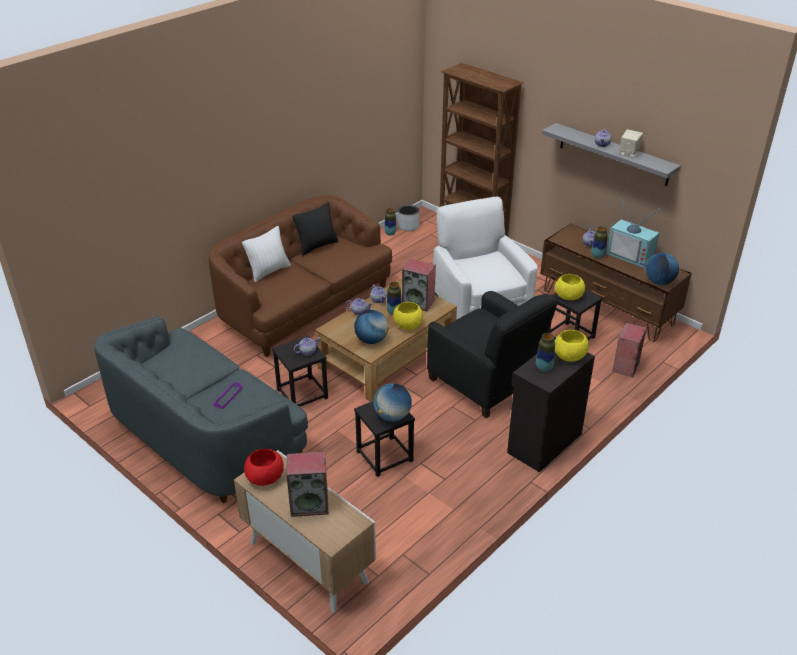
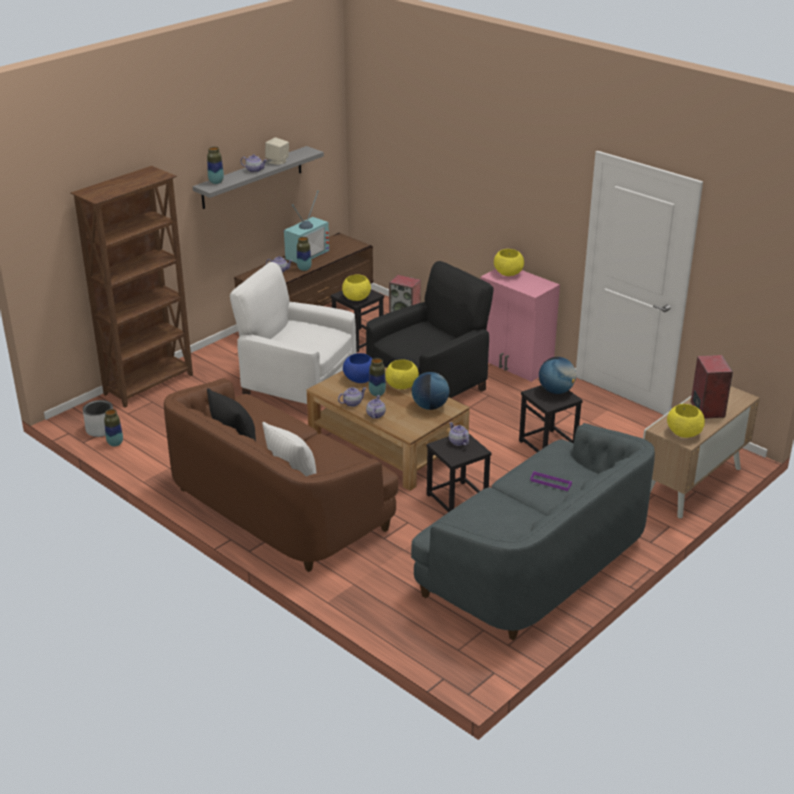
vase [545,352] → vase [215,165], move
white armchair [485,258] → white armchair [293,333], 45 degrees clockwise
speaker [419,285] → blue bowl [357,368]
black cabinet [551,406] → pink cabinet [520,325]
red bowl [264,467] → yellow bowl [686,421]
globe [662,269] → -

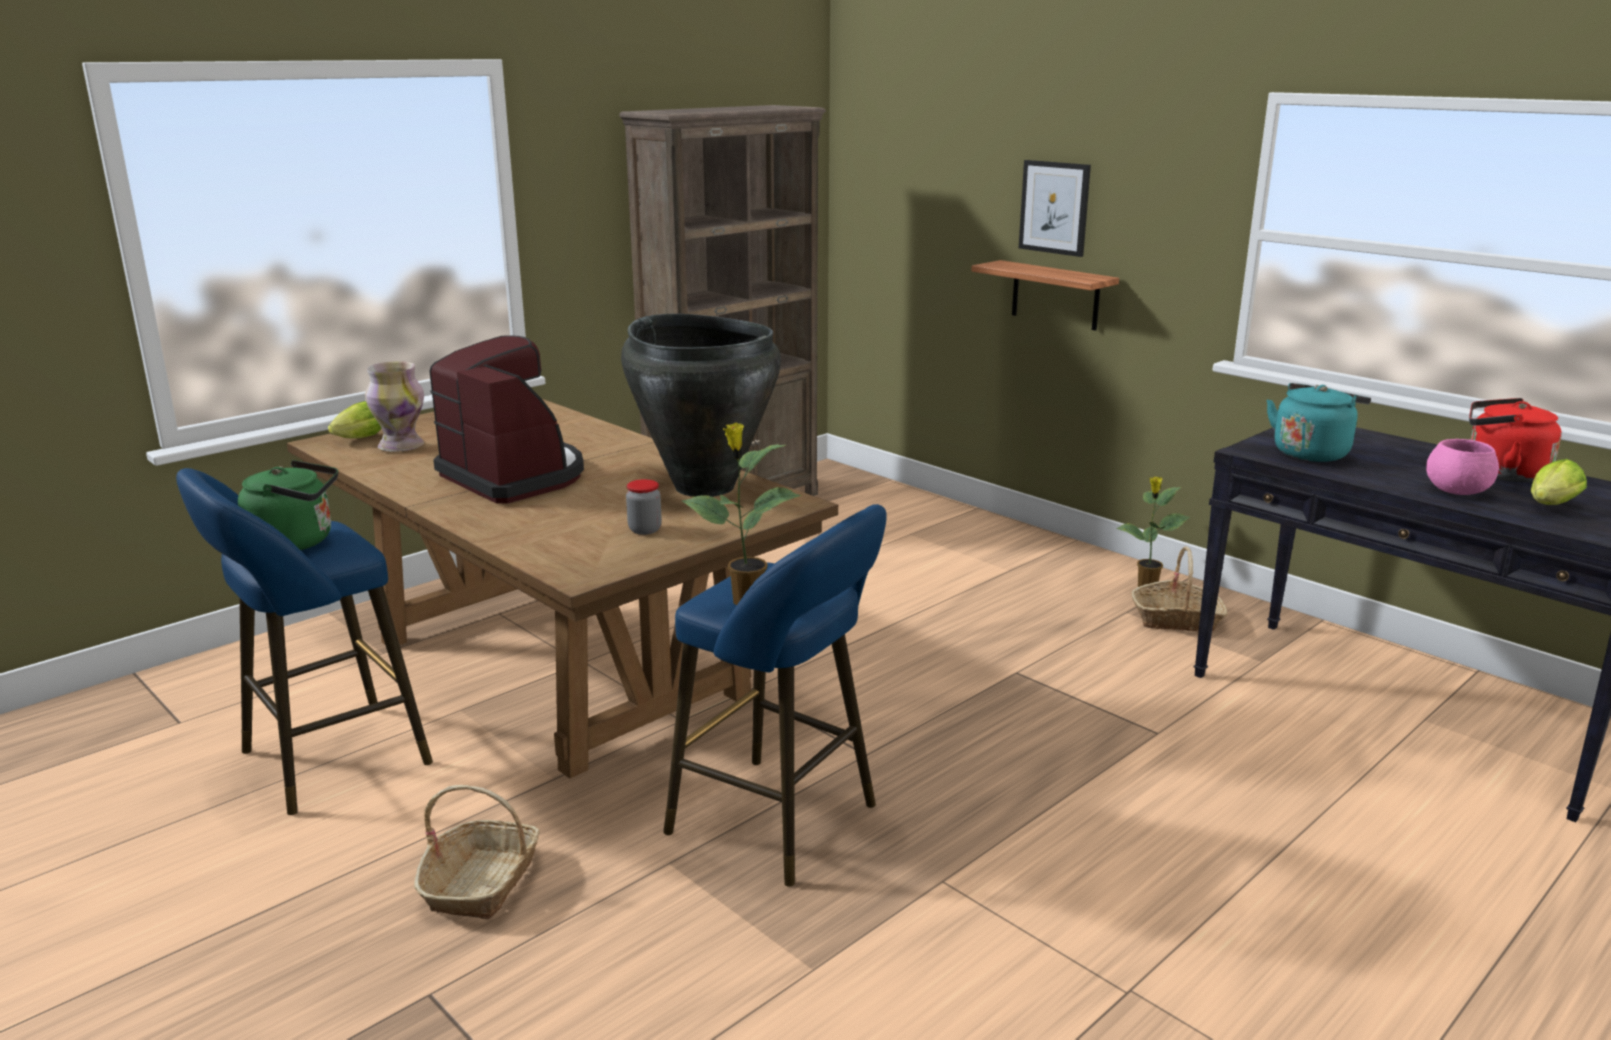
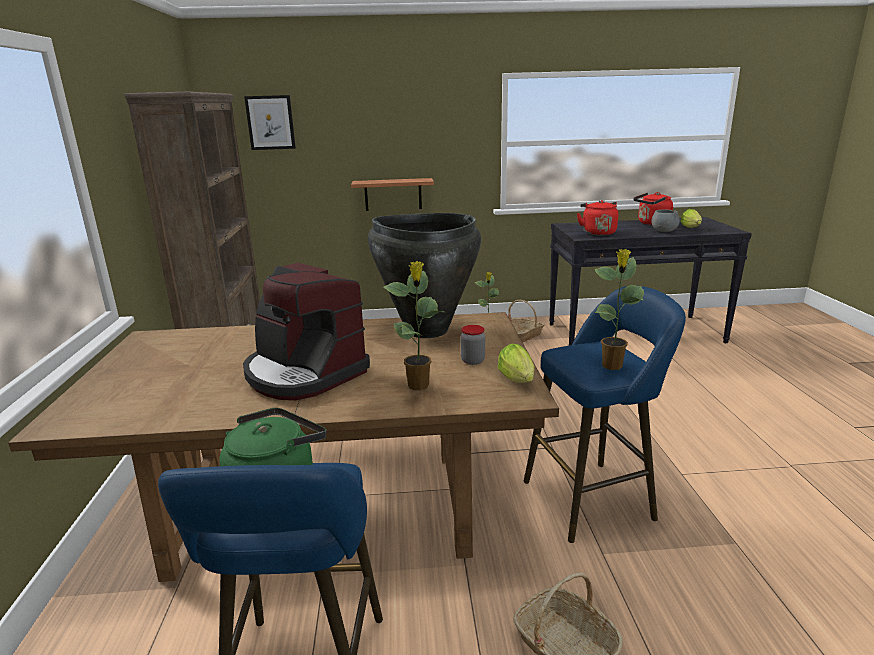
coffee machine [506,419] → coffee machine [306,331], 135 degrees counterclockwise
picture [1055,208] → picture [270,122], move
- → potted plant [415,325]
lettuce [355,419] → lettuce [516,363], move
turquoise kettle [1318,422] → red kettle [597,218]
pink bowl [1462,467] → grey bowl [665,220]
vase [394,406] → -

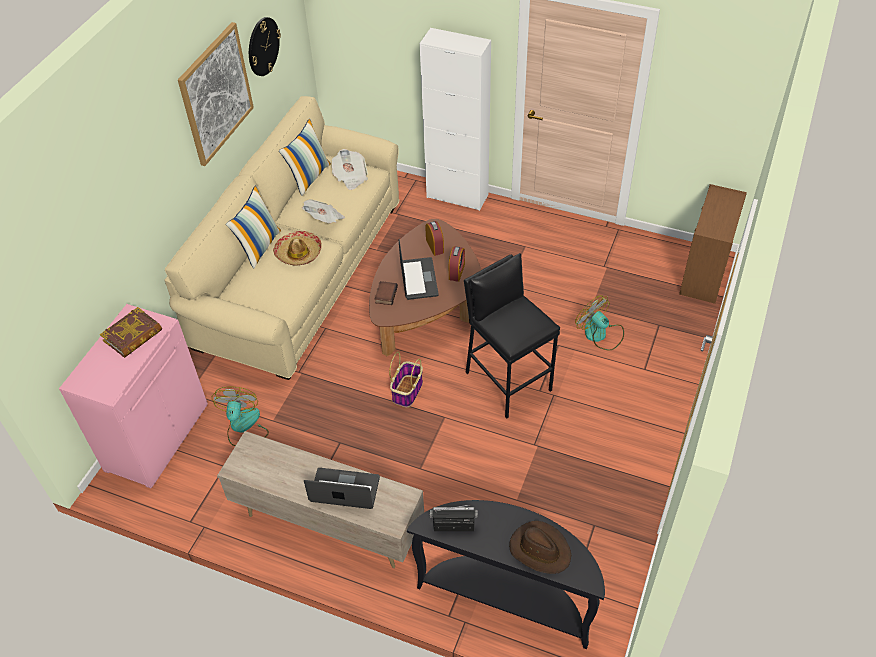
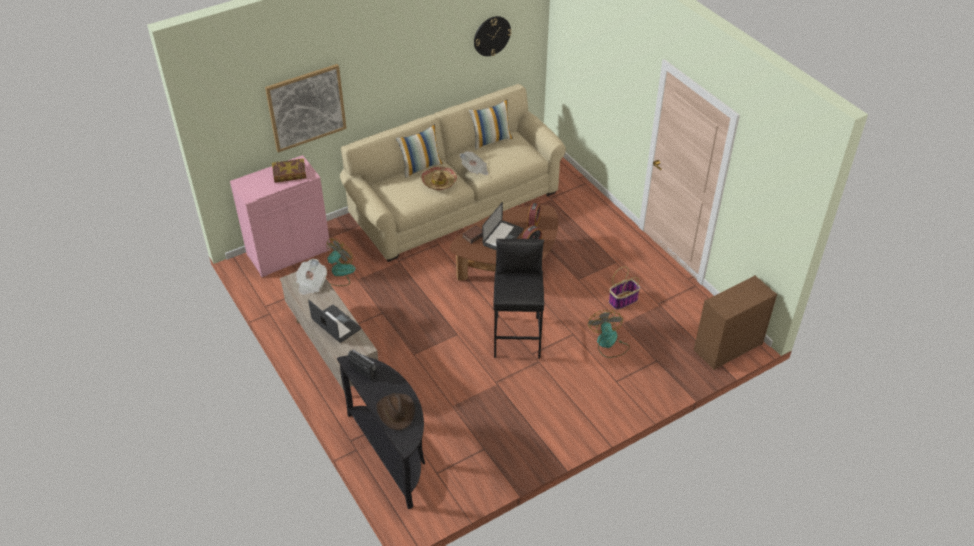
picture [216,94] → picture [306,108], move
newspaper [350,169] → newspaper [311,277], move
basket [406,379] → basket [625,288], move
white cabinet [455,119] → -

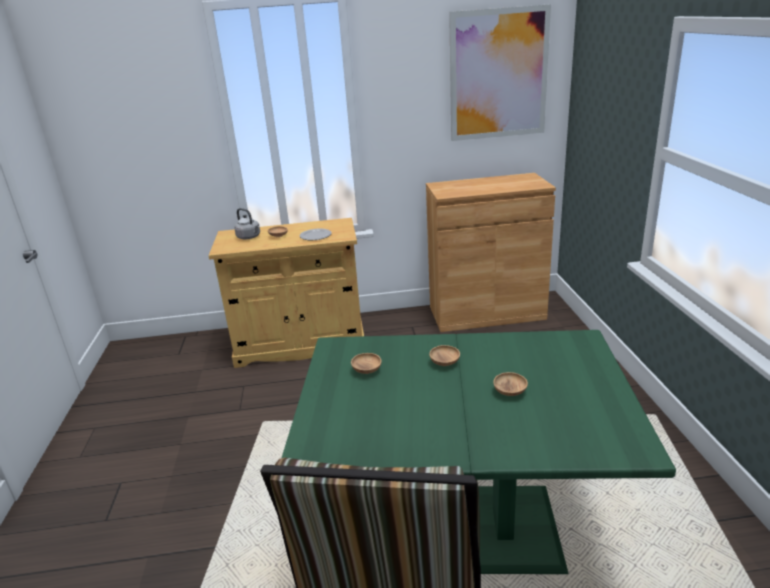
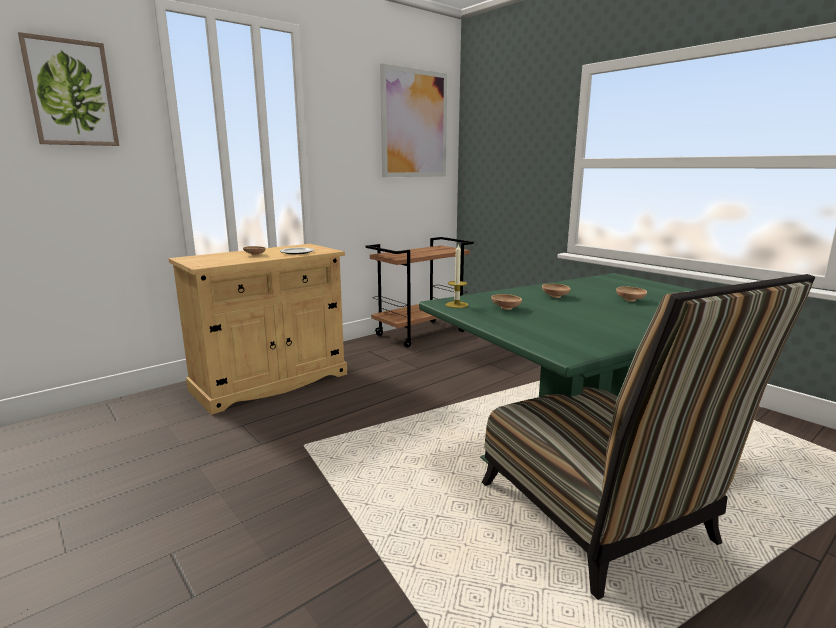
- → picture [68,89]
brown cabinet [491,252] → brown cart [420,292]
- → candle [457,276]
grey kettle [247,223] → -

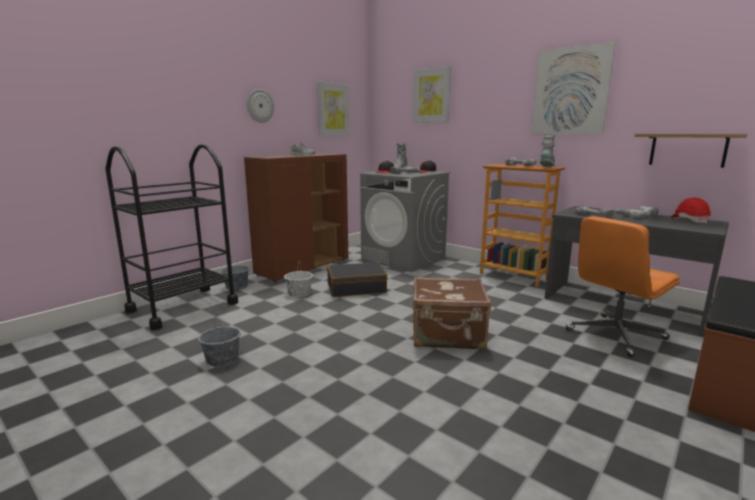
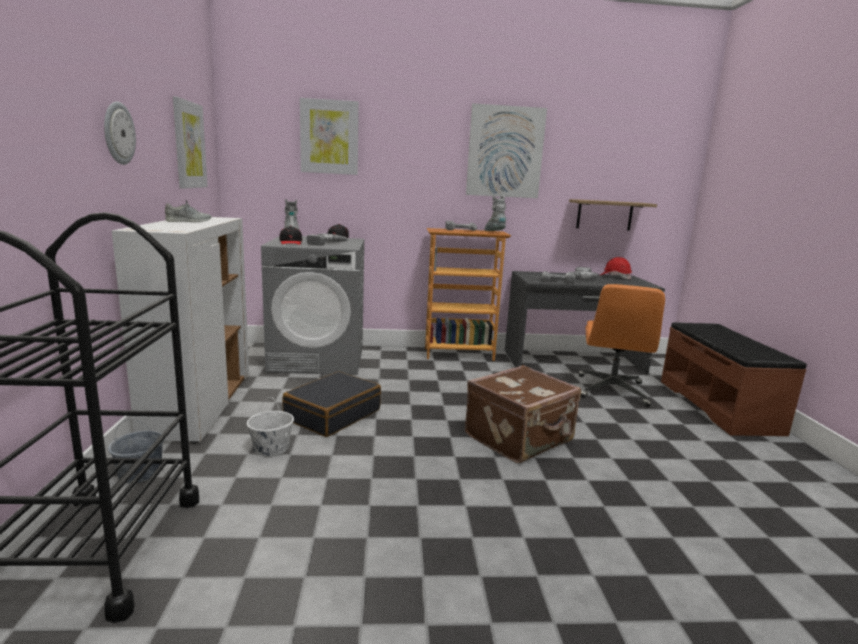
brown cabinet [296,217] → white cabinet [180,330]
grey bucket [219,341] → -

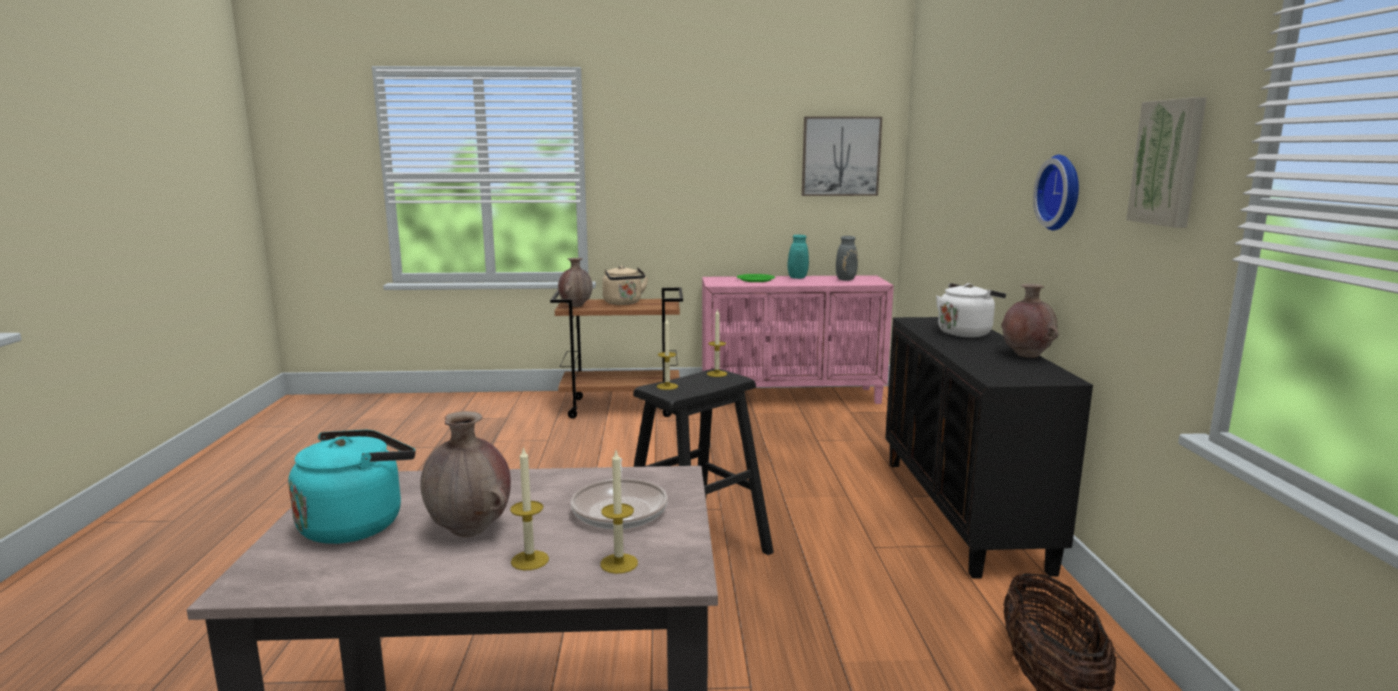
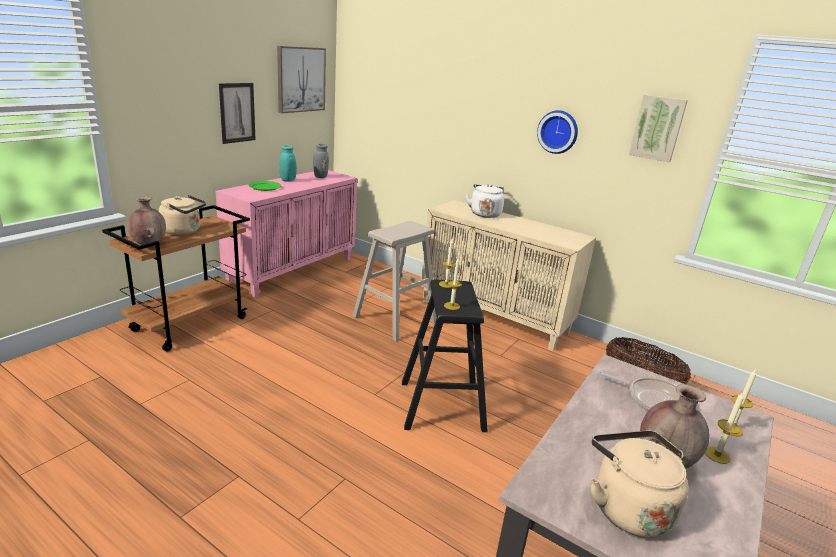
- → picture [237,113]
- → beige stool [394,281]
black cabinet [989,448] → beige cabinet [508,275]
turquoise kettle [351,487] → beige kettle [640,484]
brown vase [1030,321] → -

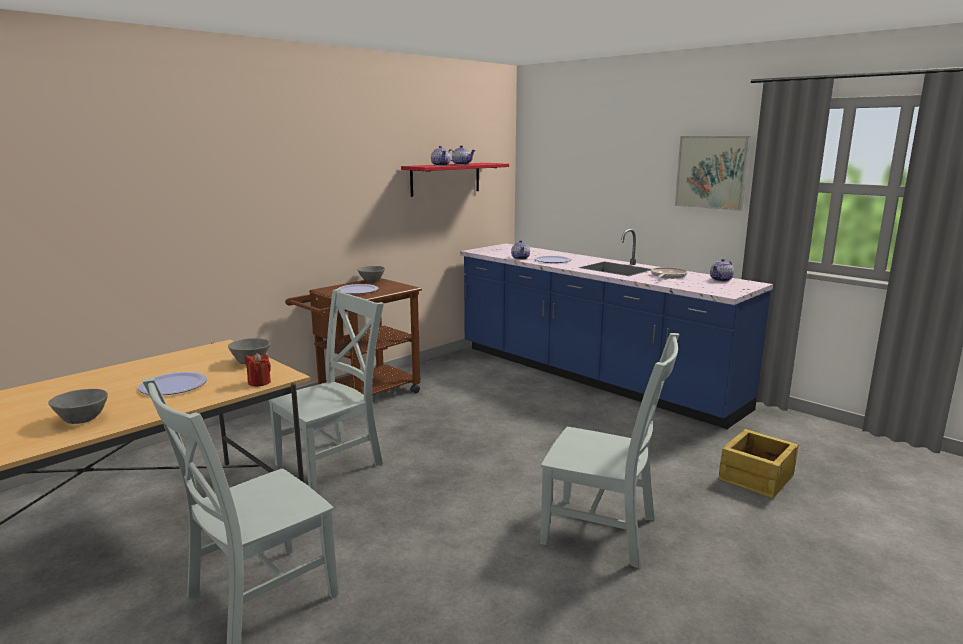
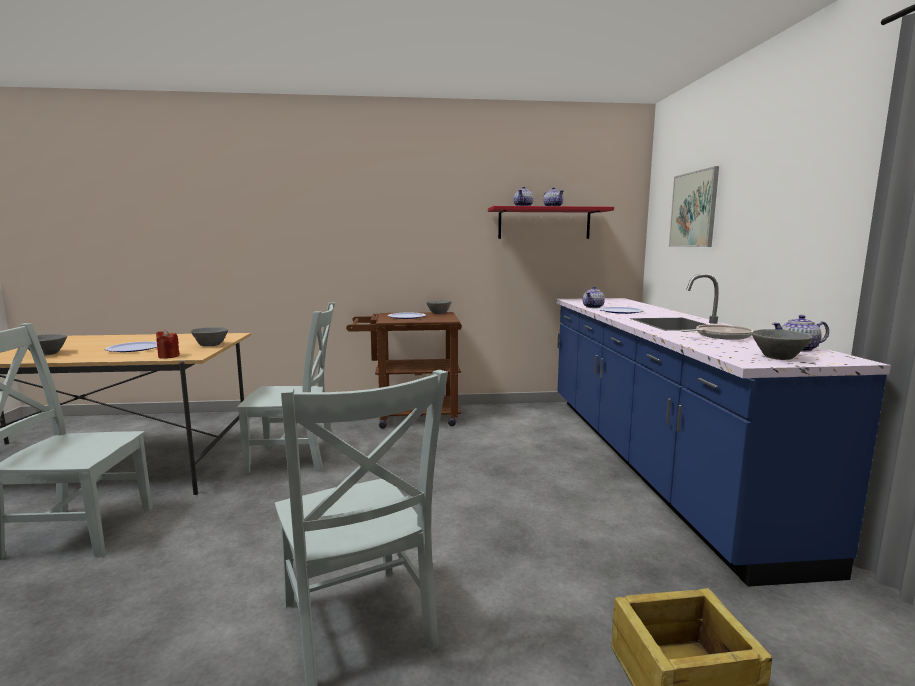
picture [713,173] → picture [694,206], move
- → grey bowl [782,344]

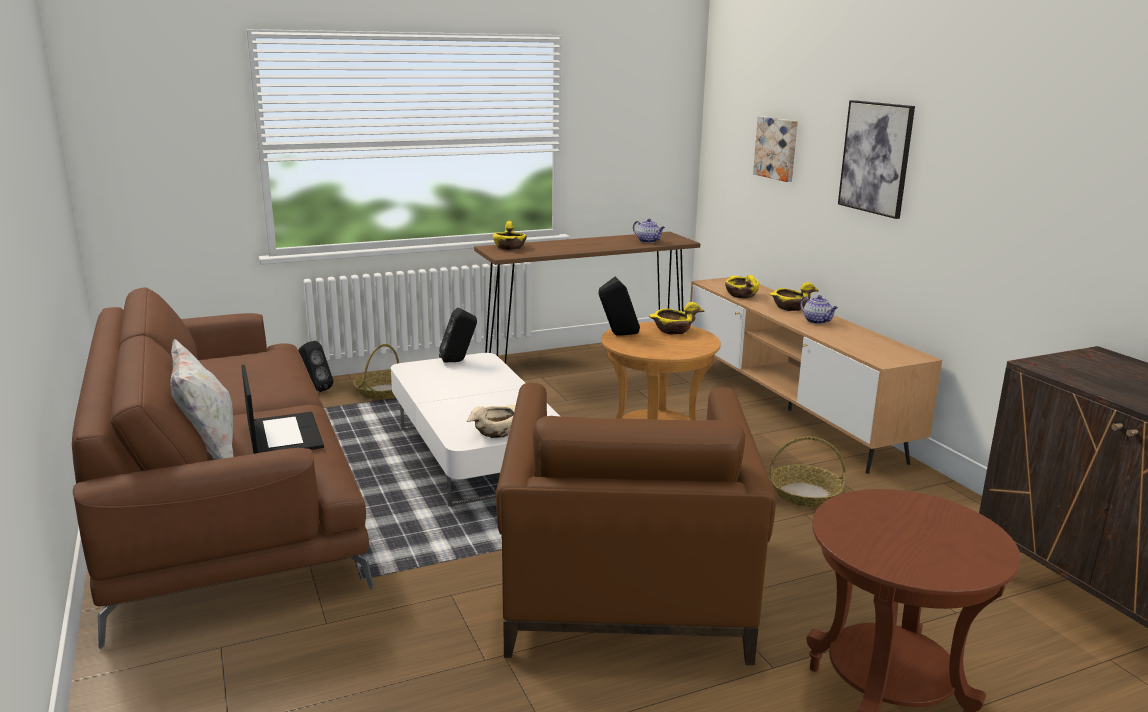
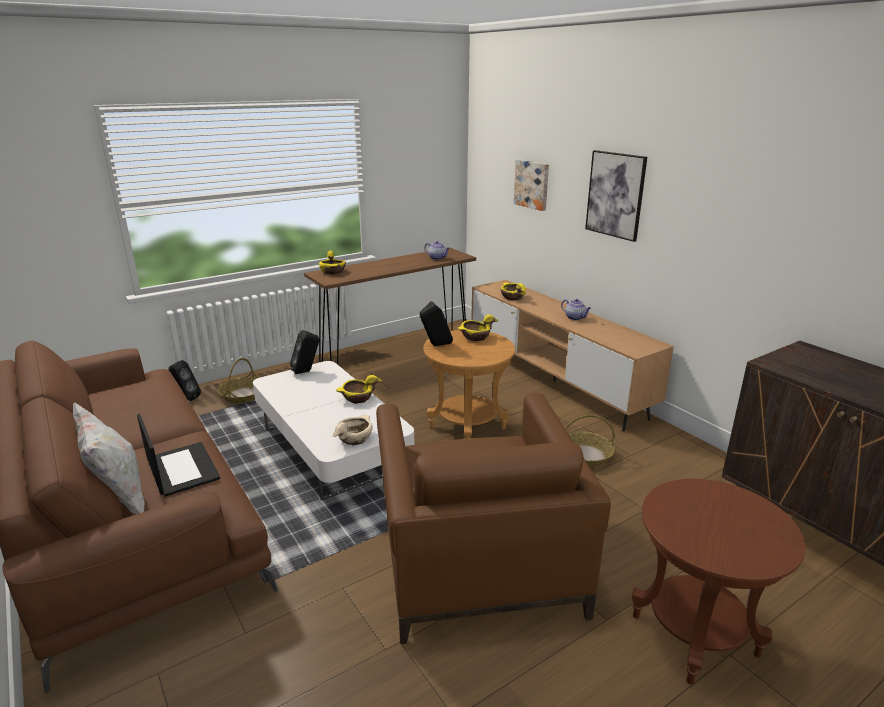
yellow bowl [794,296] → yellow bowl [359,389], move

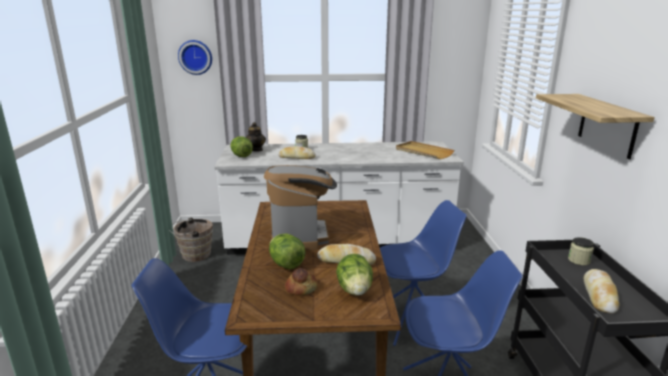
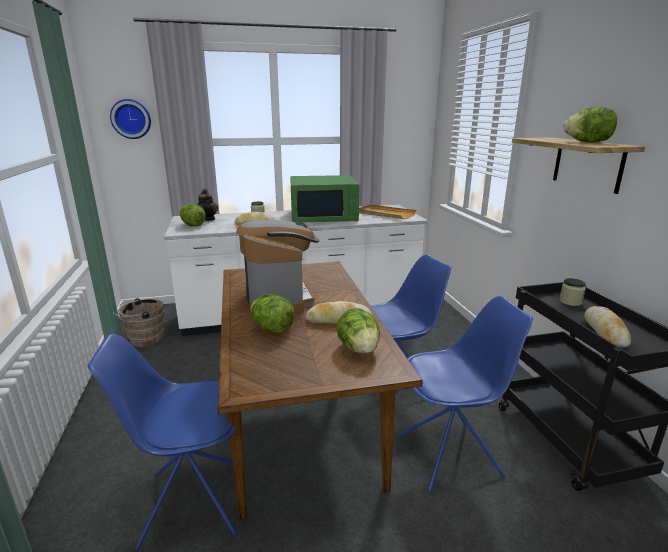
- → green microwave [325,198]
- → lettuce [590,125]
bread [301,282] → -

